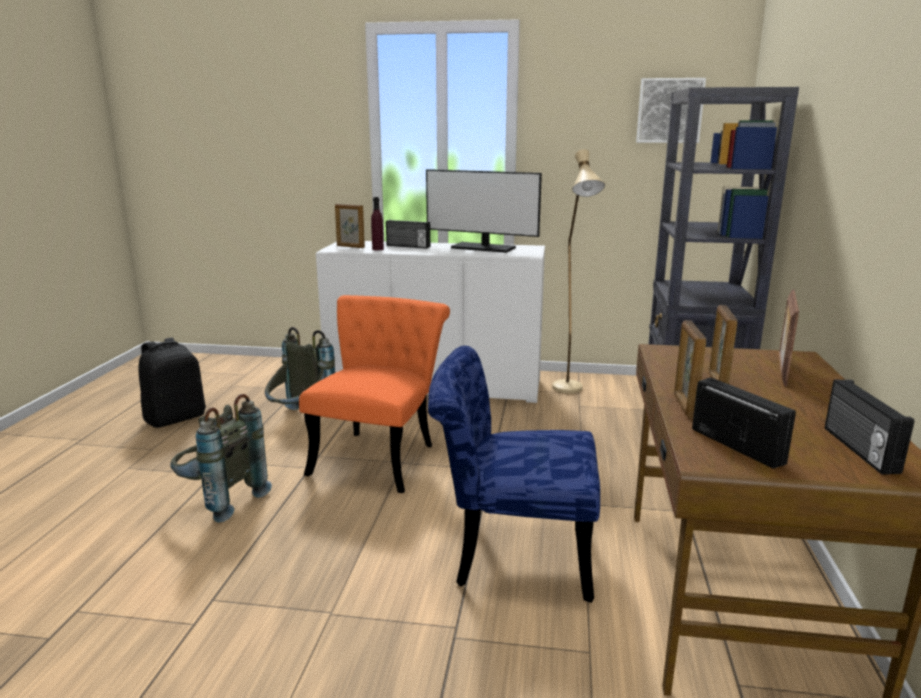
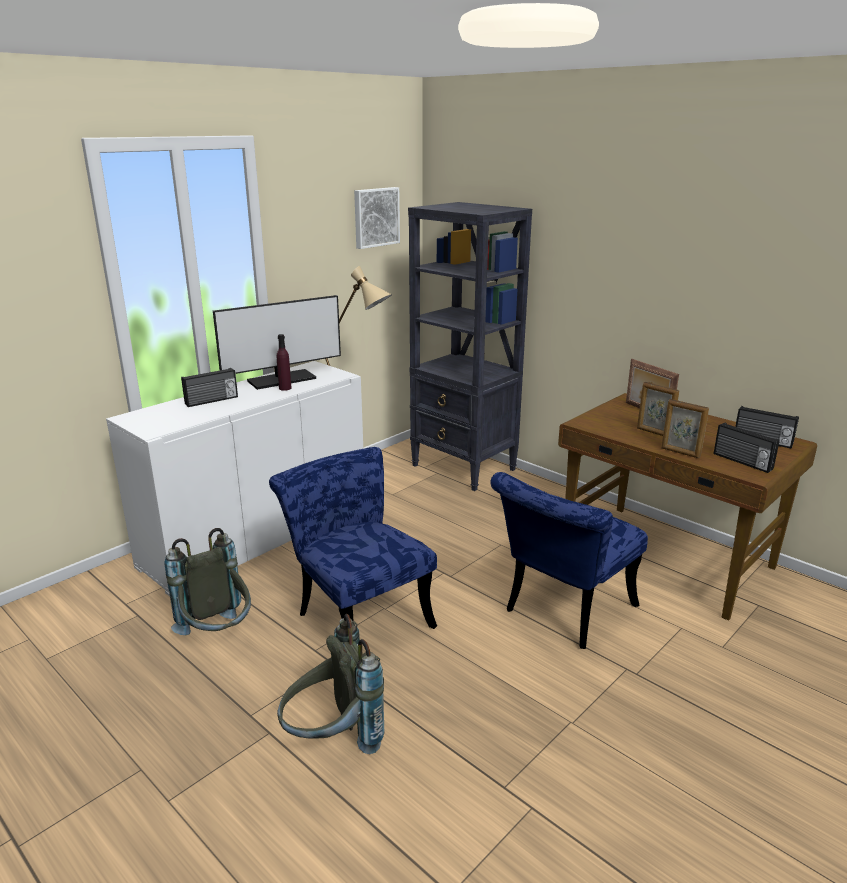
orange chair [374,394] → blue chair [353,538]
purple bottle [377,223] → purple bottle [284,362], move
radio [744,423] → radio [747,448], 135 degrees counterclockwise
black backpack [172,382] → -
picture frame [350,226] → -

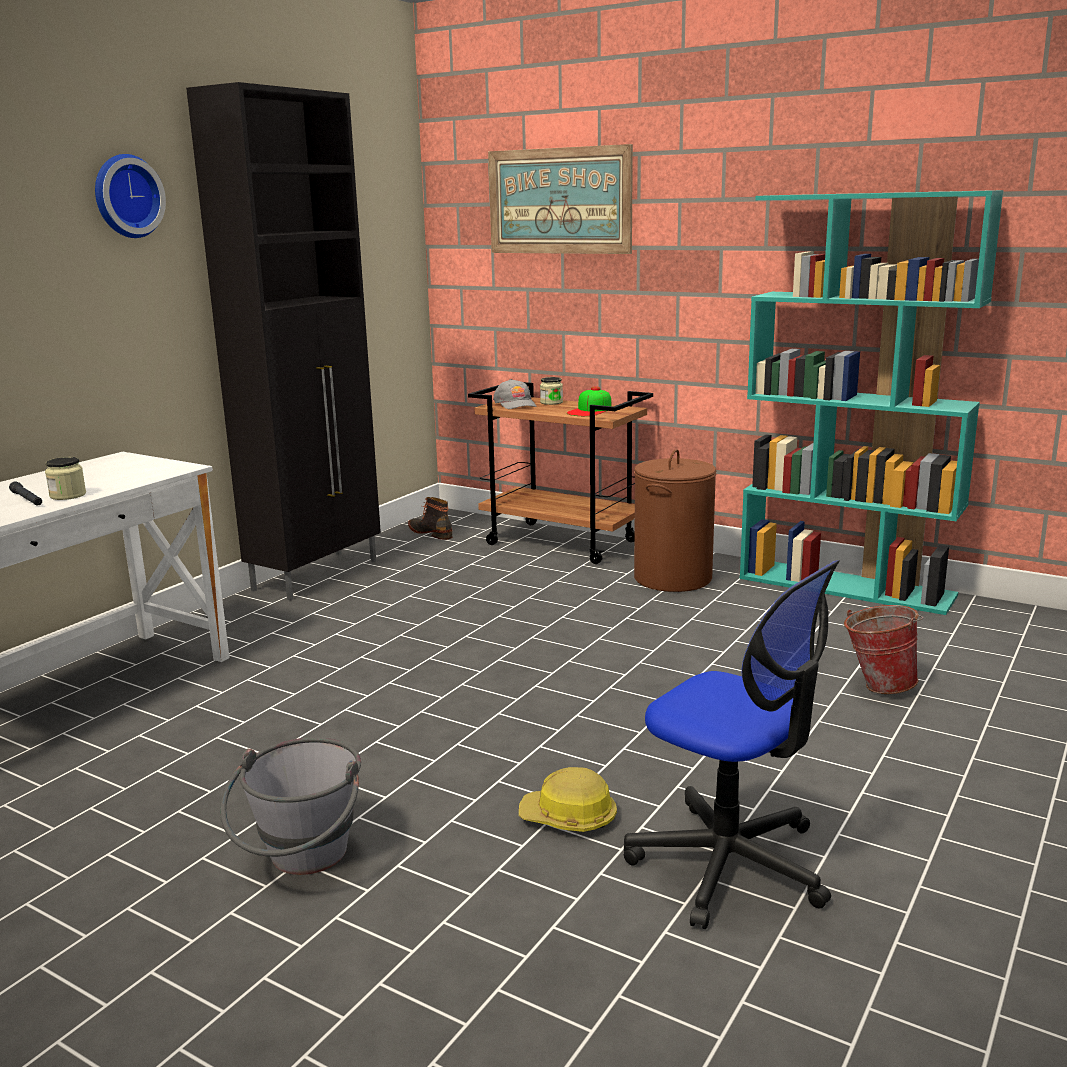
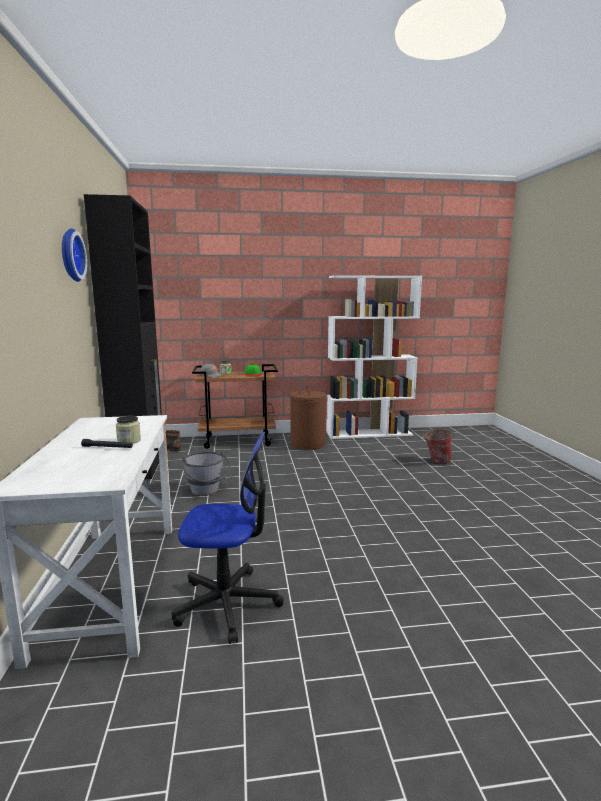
office chair [731,744] → office chair [228,538], move
grey bucket [290,806] → grey bucket [206,473], move
turquoise bookcase [872,402] → white bookcase [374,357]
picture [560,199] → -
hard hat [568,799] → -

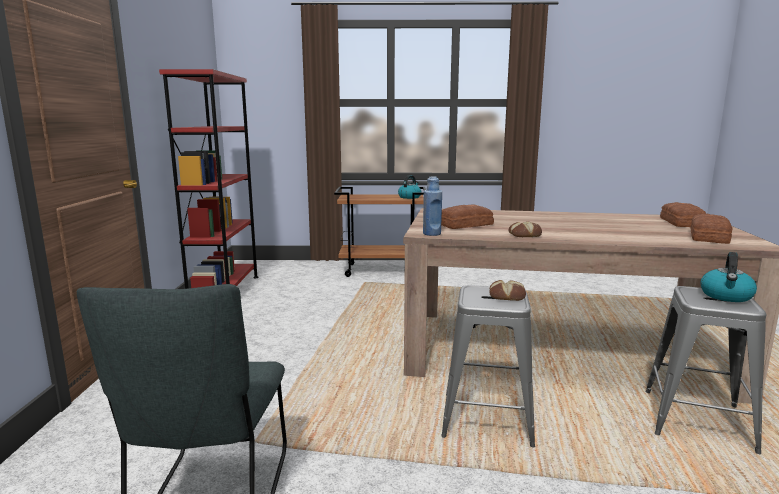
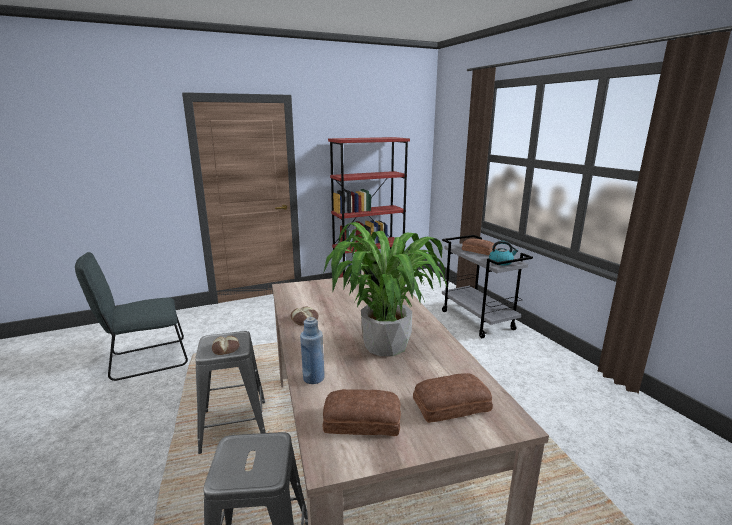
blue bottle [432,206] → blue bottle [312,350], move
- → potted plant [385,289]
brown cart [380,232] → grey cart [487,286]
bread [467,216] → bread [479,247], move
kettle [728,277] → -

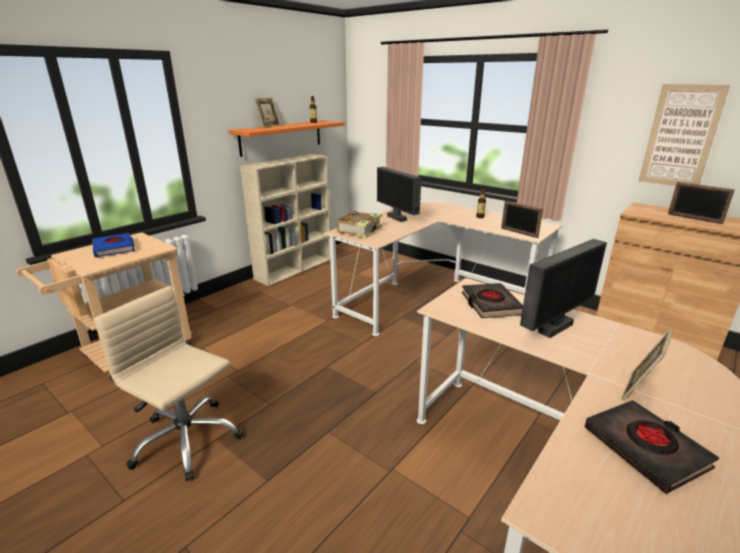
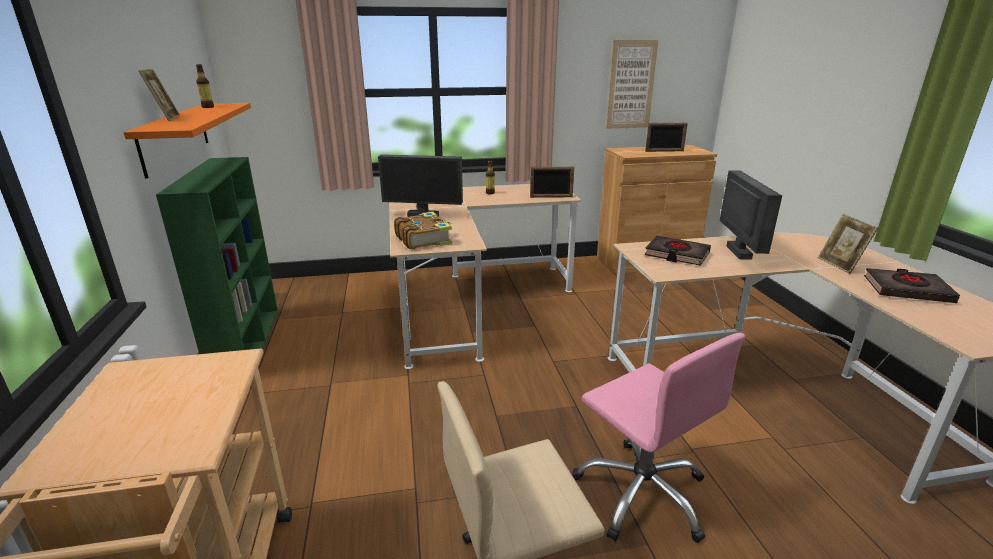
beige bookcase [285,220] → green bookcase [217,255]
- → pink office chair [658,438]
blue book [113,245] → -

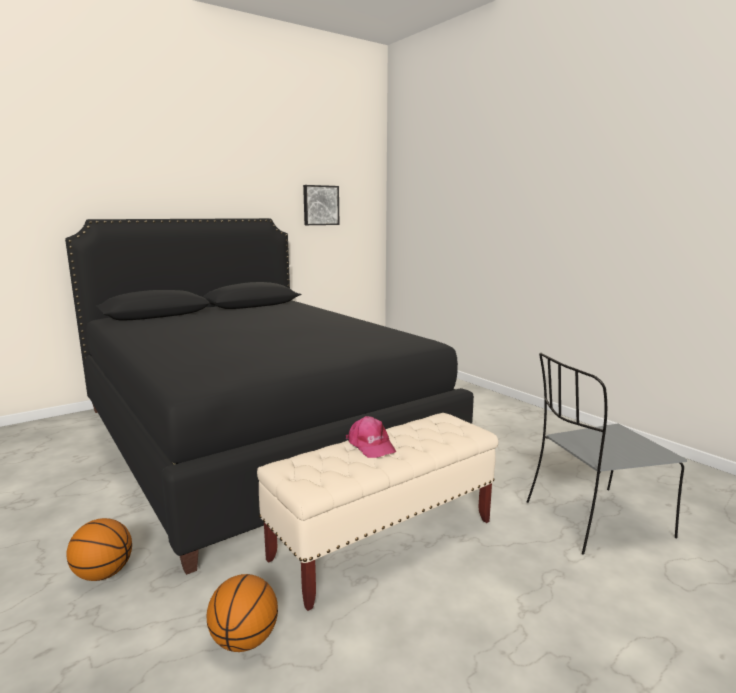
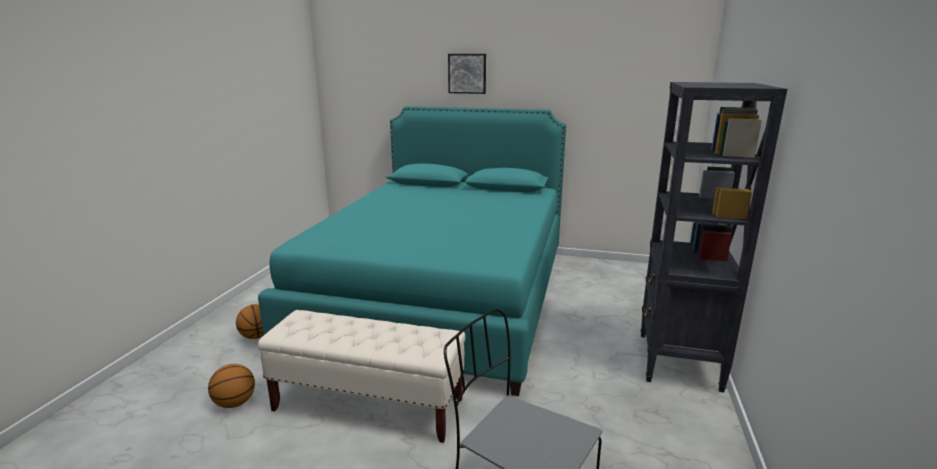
black bed [269,396] → turquoise bed [412,251]
picture [321,205] → picture [467,74], move
- → black bookcase [714,237]
pink cap [371,437] → -

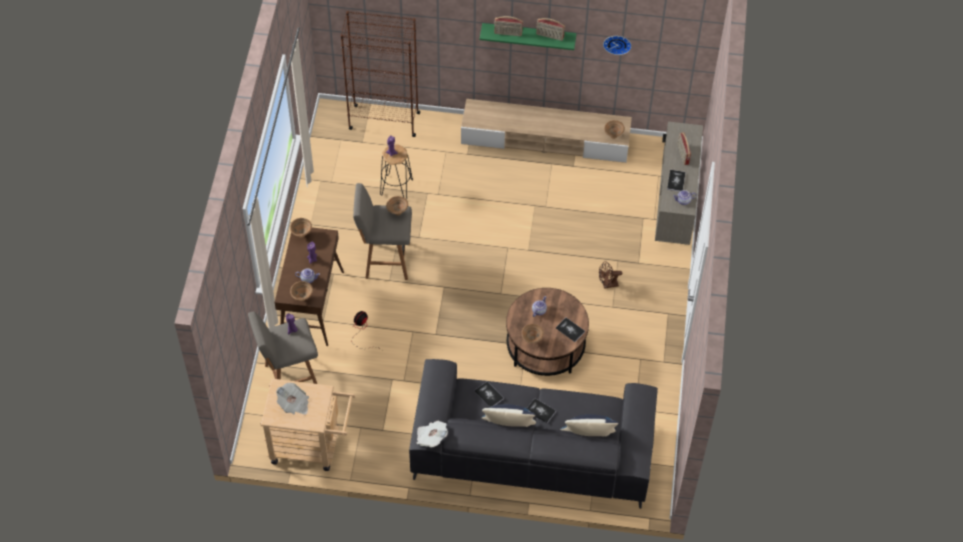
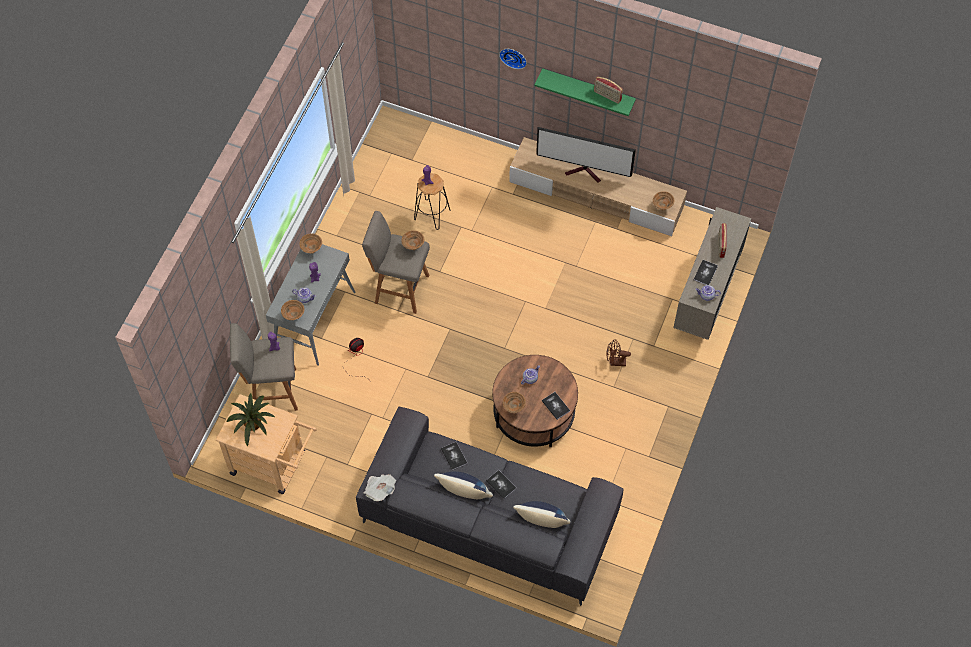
newspaper [292,399] → potted plant [250,419]
brown console table [309,286] → grey console table [310,305]
wall clock [617,45] → wall clock [513,59], move
- → television [586,155]
brown bookcase [380,74] → -
radio [508,26] → -

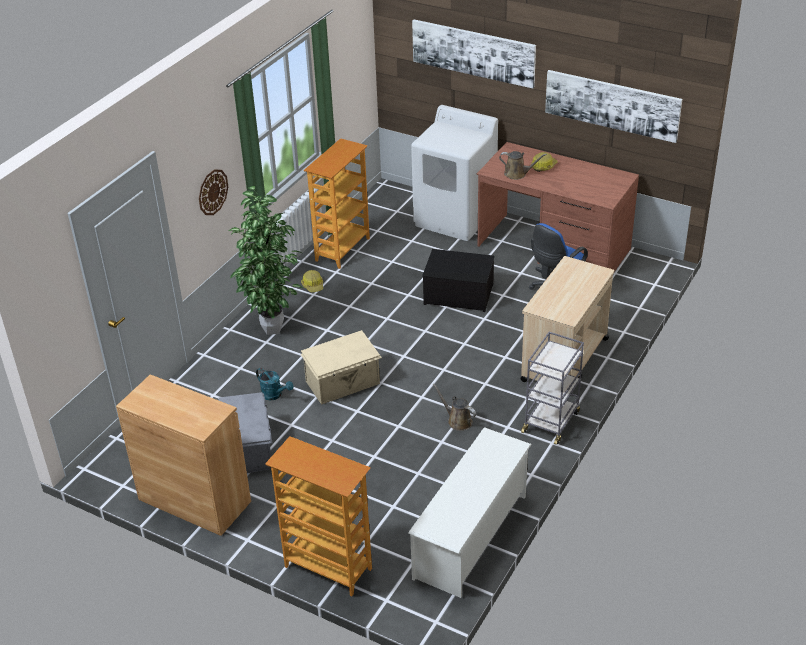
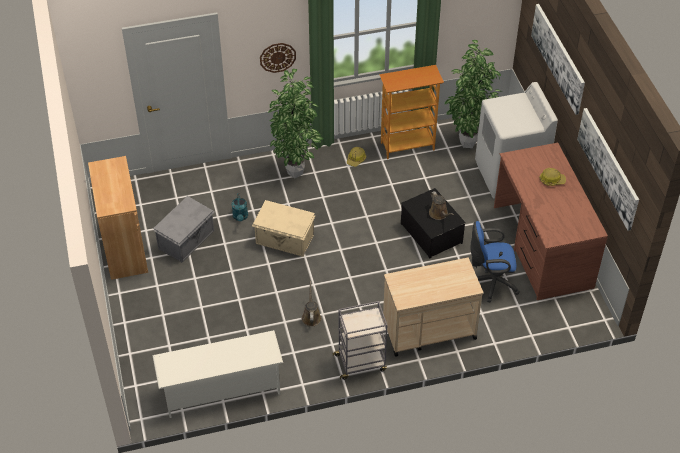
brown watering can [523,165] → brown watering can [441,205], move
- → potted plant [473,94]
bookcase [318,516] → -

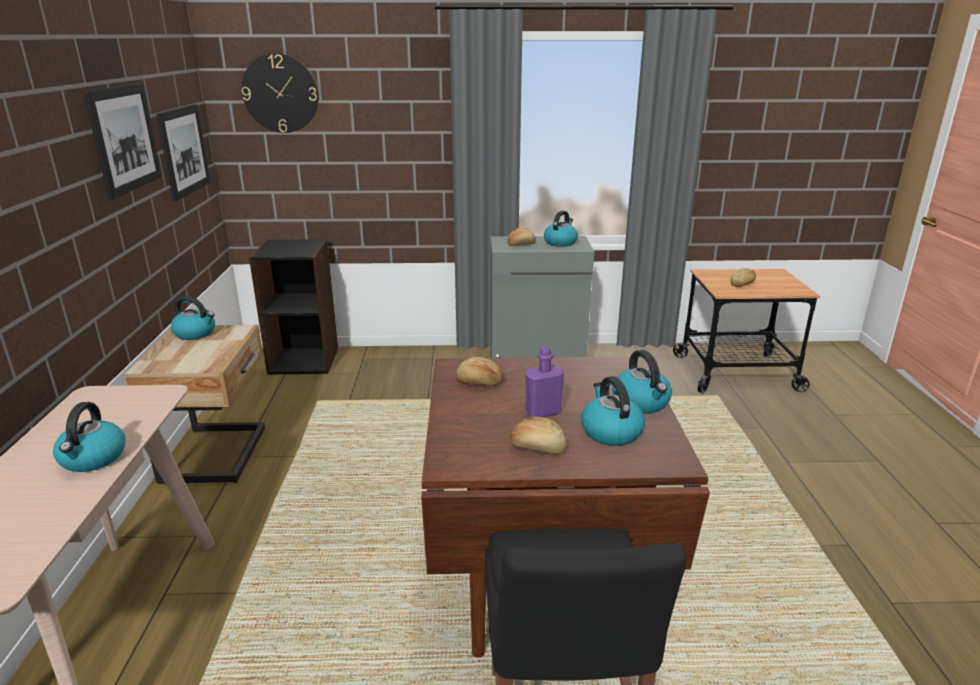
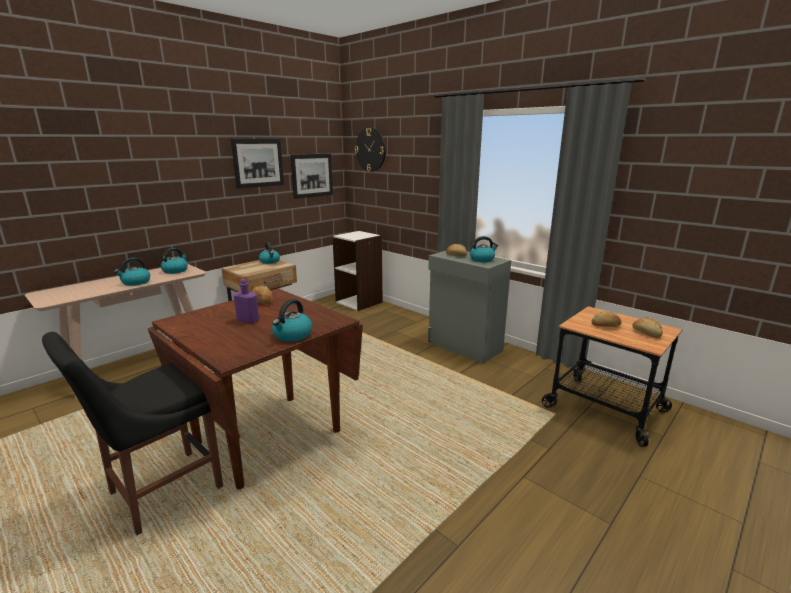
kettle [613,411] → kettle [174,261], move
black bookcase [293,307] → white bookcase [357,271]
bread [538,436] → bread [647,327], move

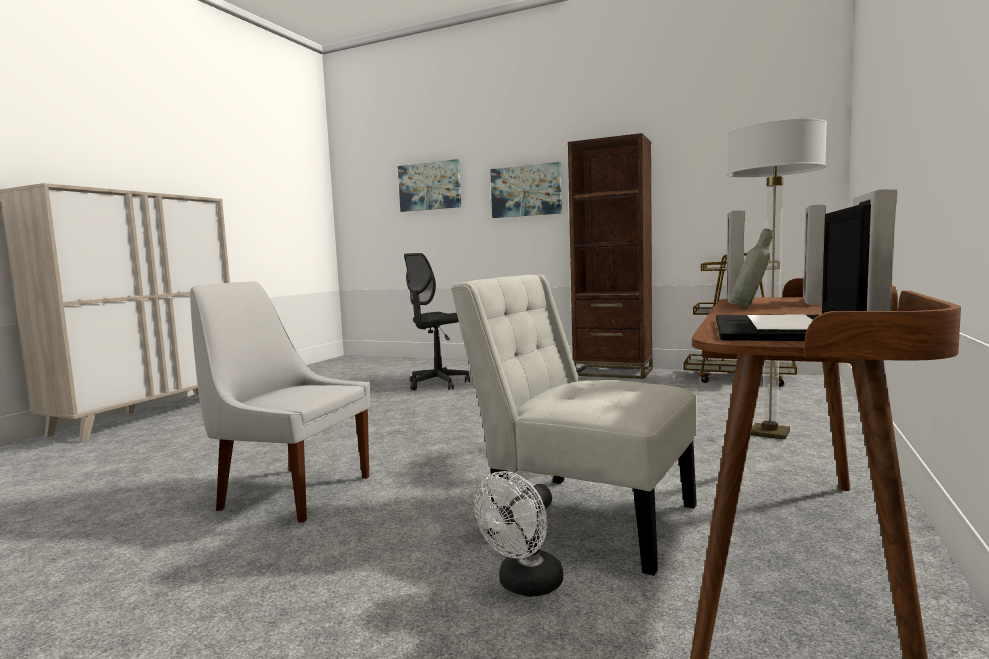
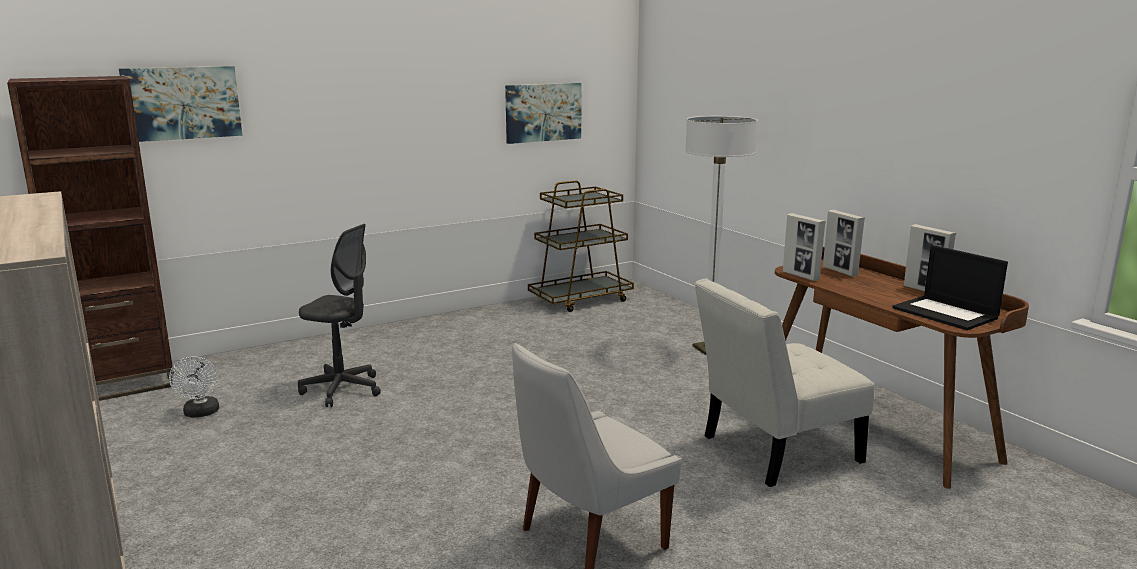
brown bookcase [610,256] → brown bookcase [90,238], move
white fan [518,534] → white fan [194,387], move
grey office chair [437,321] → grey office chair [339,315], 60 degrees counterclockwise
picture [526,190] → picture [543,113], move
grey bottle [752,268] → -

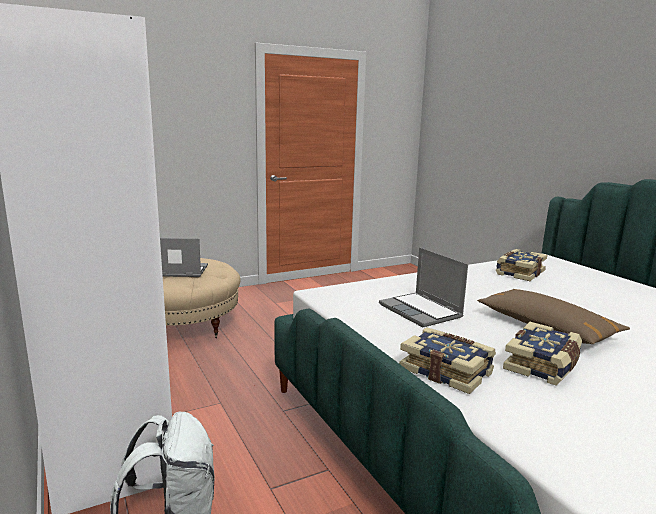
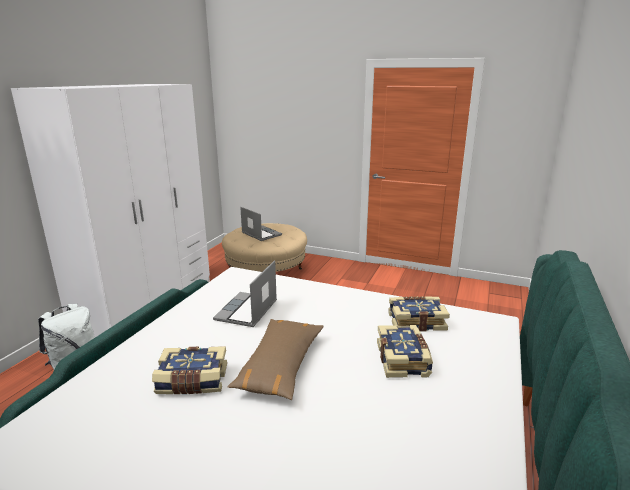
book [447,360] → book [405,351], move

